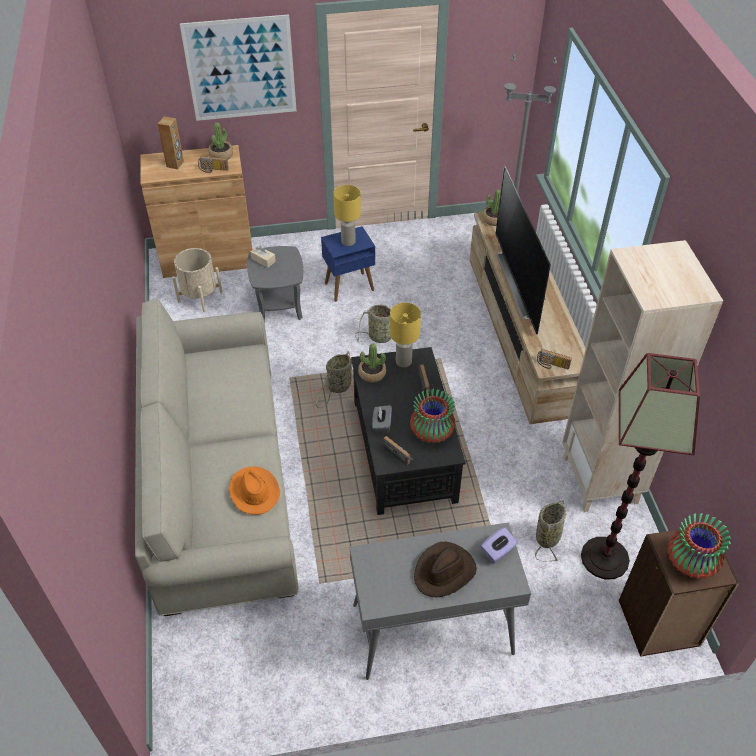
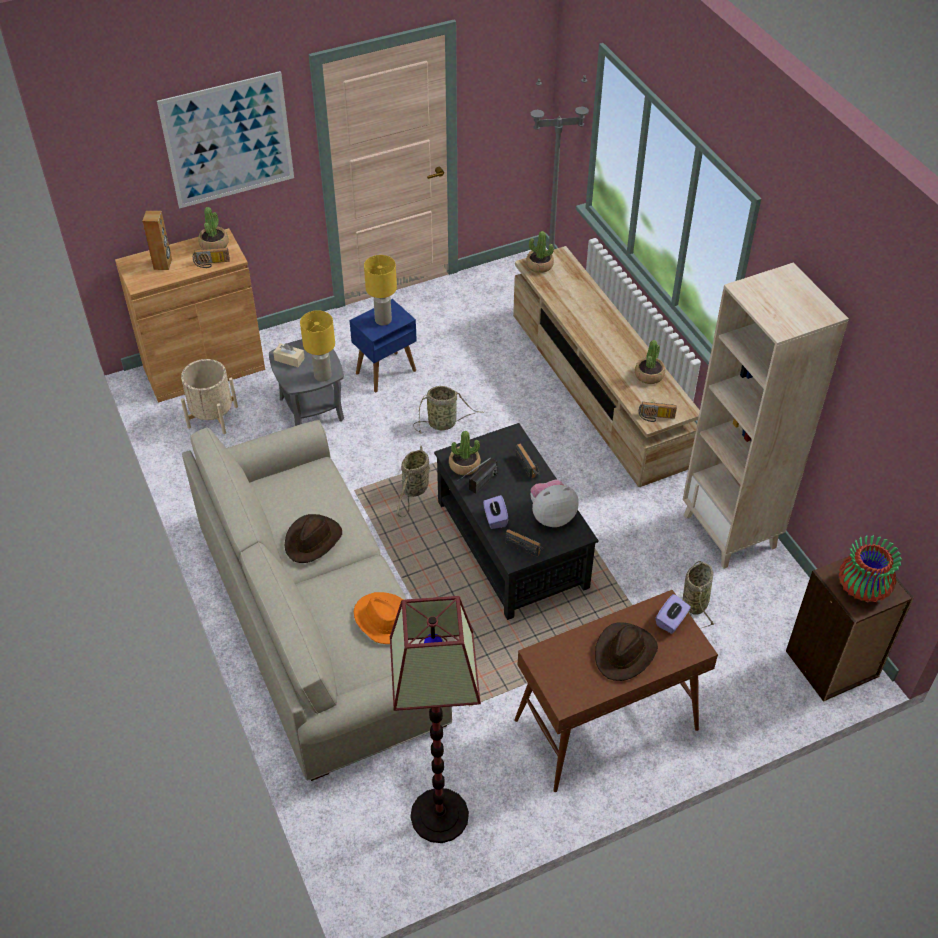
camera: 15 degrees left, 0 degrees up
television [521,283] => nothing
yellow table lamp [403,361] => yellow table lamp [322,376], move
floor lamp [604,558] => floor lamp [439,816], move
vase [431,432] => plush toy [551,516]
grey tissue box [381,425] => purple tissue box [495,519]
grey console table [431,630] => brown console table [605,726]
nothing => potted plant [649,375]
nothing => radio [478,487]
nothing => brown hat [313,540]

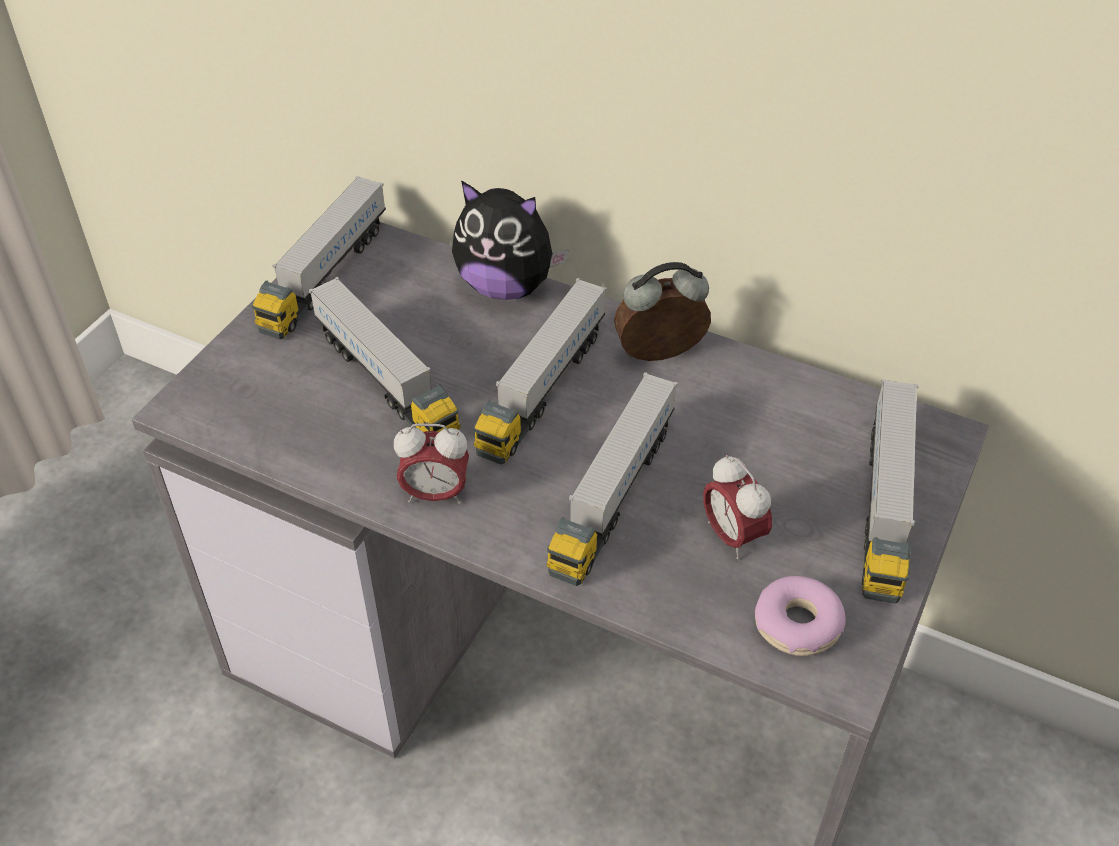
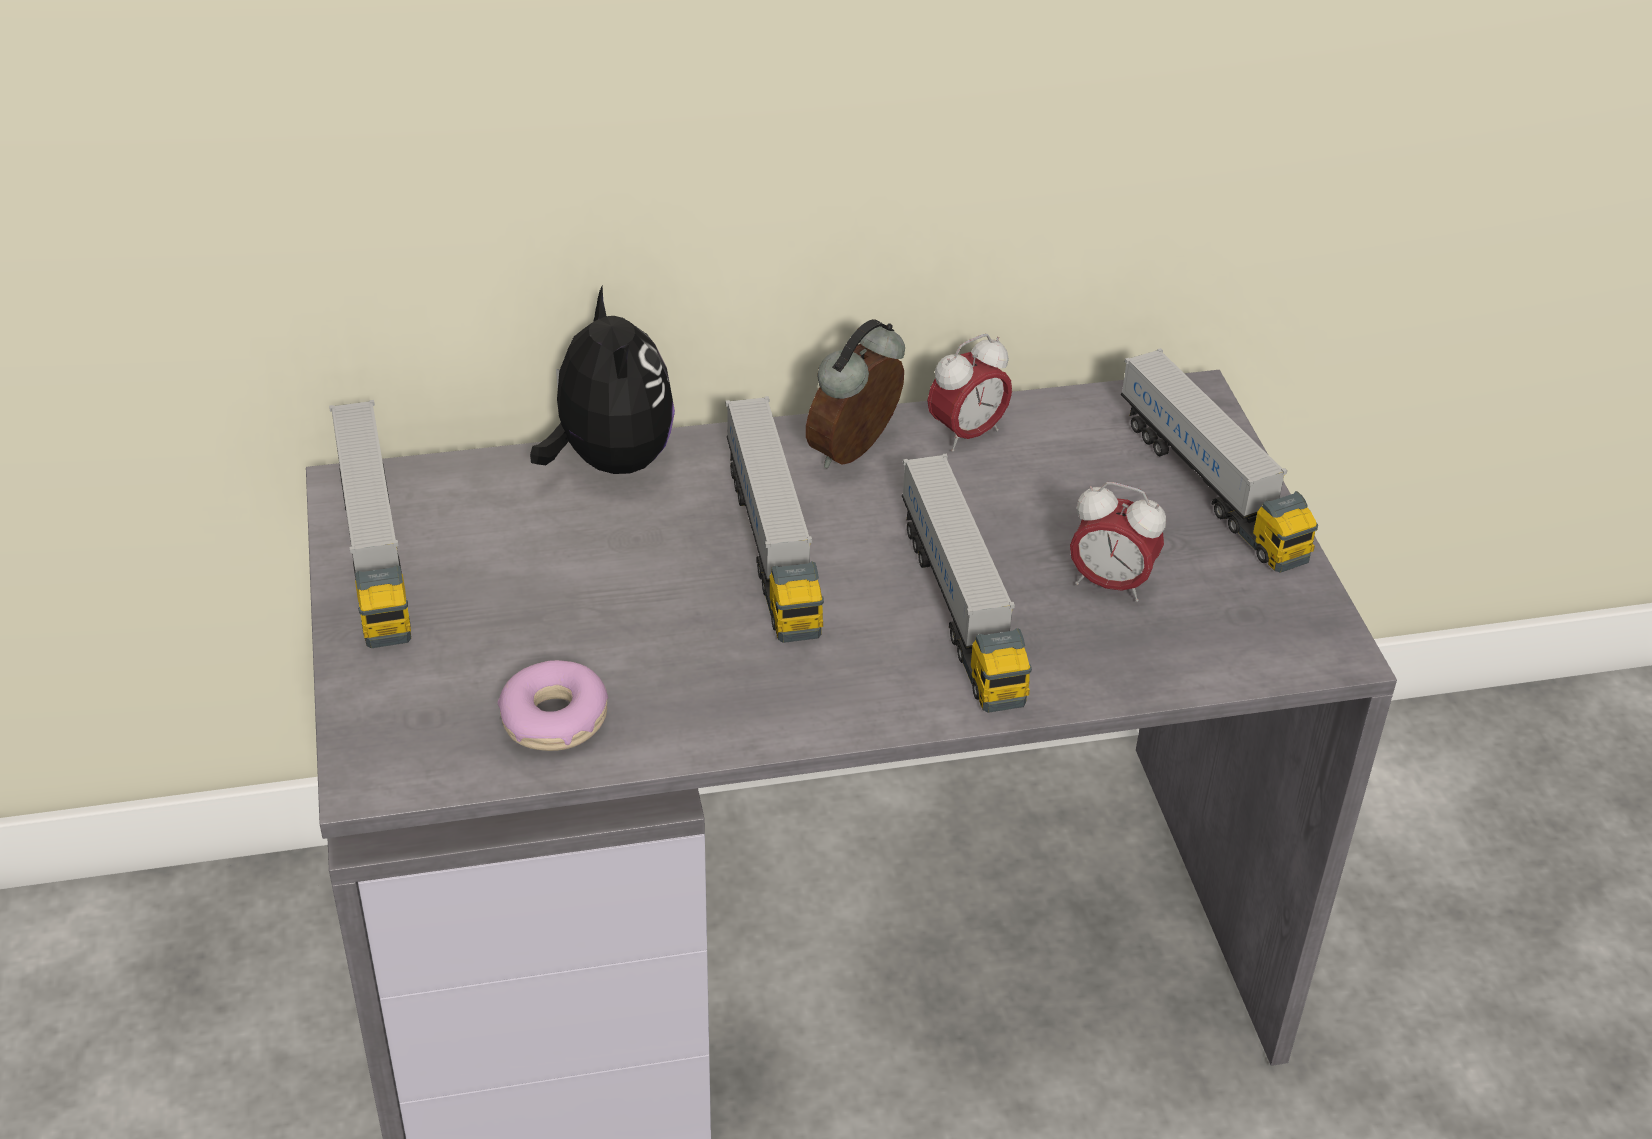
camera: 40 degrees left, 5 degrees down
plush toy [506,286] => plush toy [608,460], 90 degrees counterclockwise
toy truck [386,382] => nothing
alarm clock [435,494] => alarm clock [966,434], move
donut [797,625] => donut [555,720], move

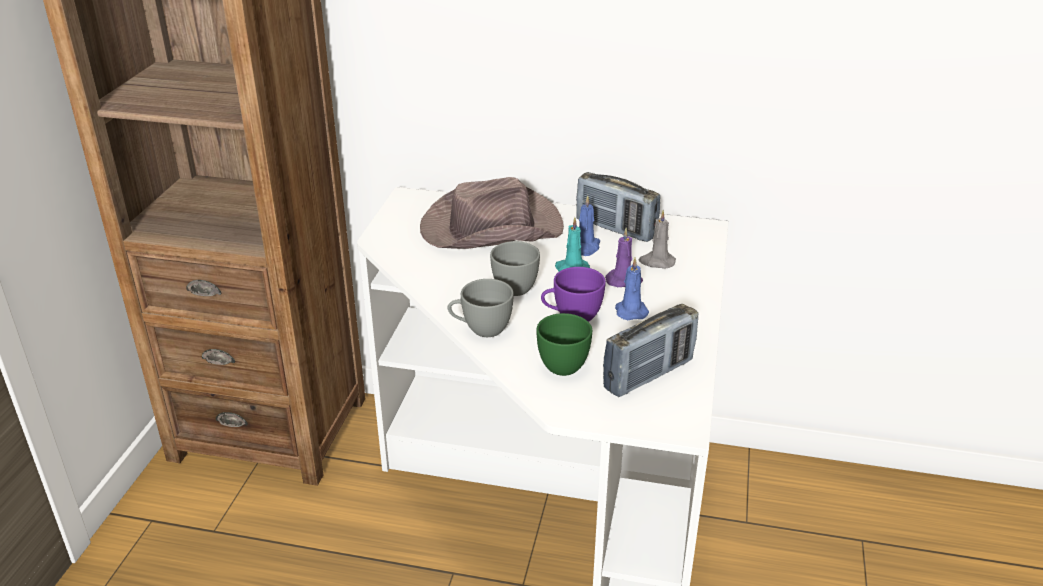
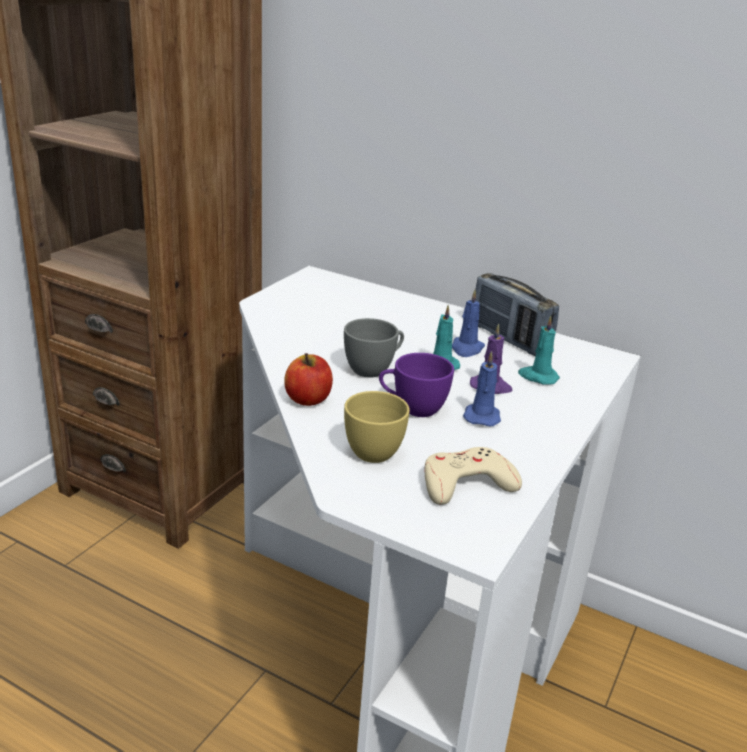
camera: 15 degrees right, 5 degrees down
brown hat [489,227] => nothing
grey candle [656,262] => turquoise candle [537,377]
grey cup [481,329] => apple [308,399]
radio [648,375] => beige game controller [466,483]
green cup [565,362] => yellow cup [377,449]

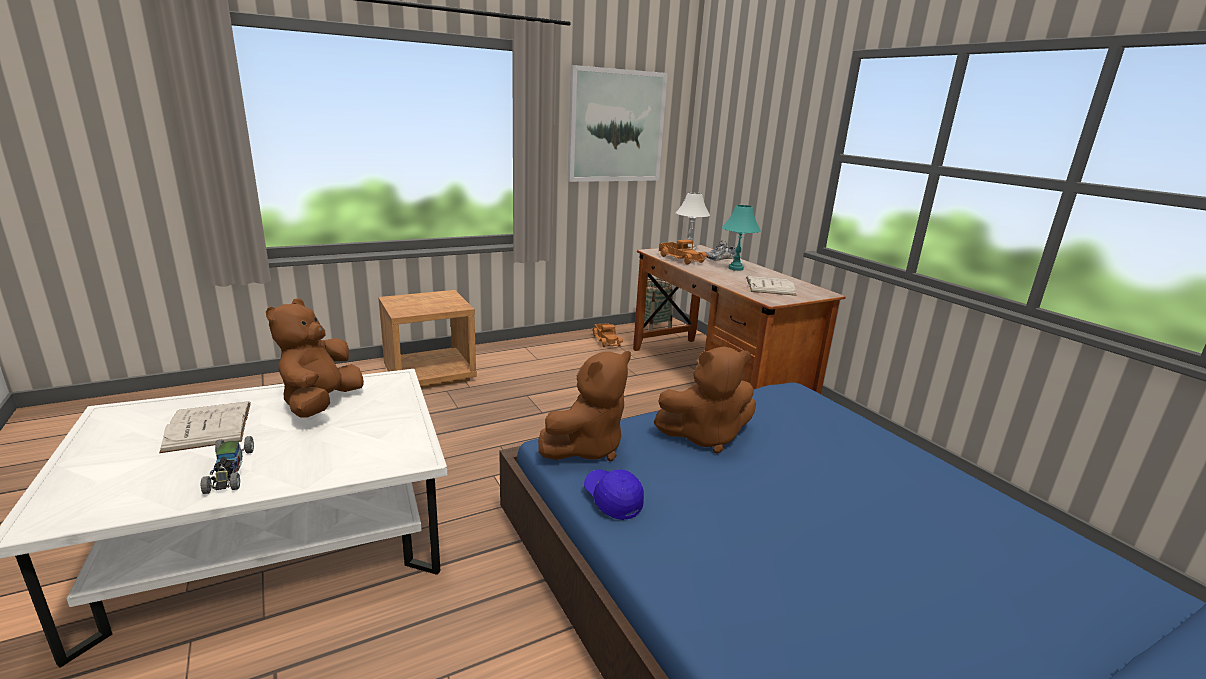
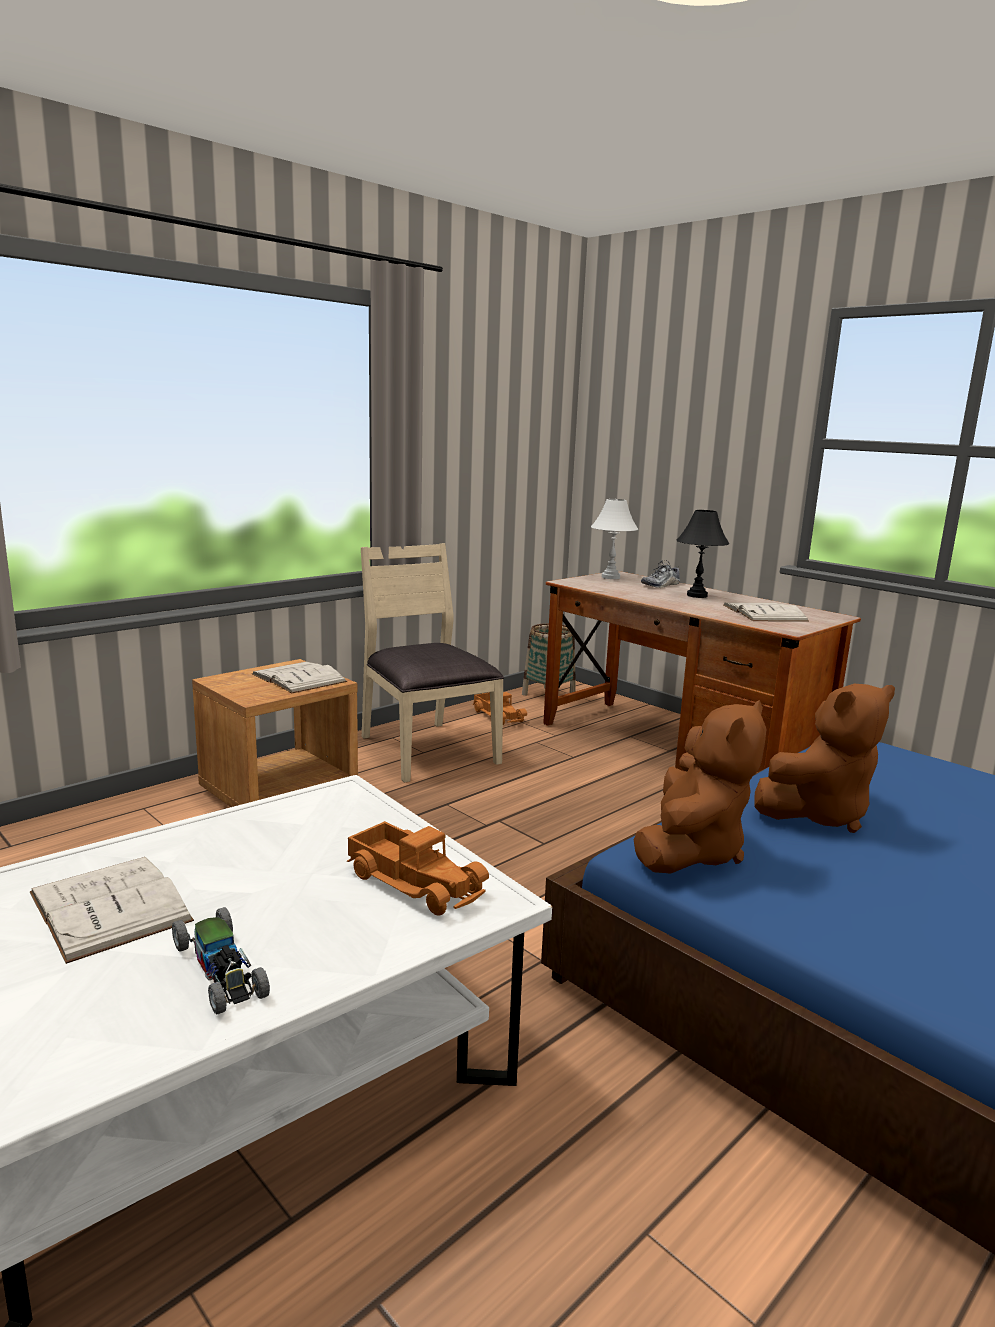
camera: 15 degrees left, 5 degrees down
picture [616,126] => nothing
turquoise table lamp [736,268] => black table lamp [697,595]
toy truck [681,259] => toy truck [416,881], move
brown plush toy [321,404] => nothing
blue cap [612,500] => nothing
nothing => beige chair [426,749]
nothing => white book [299,678]

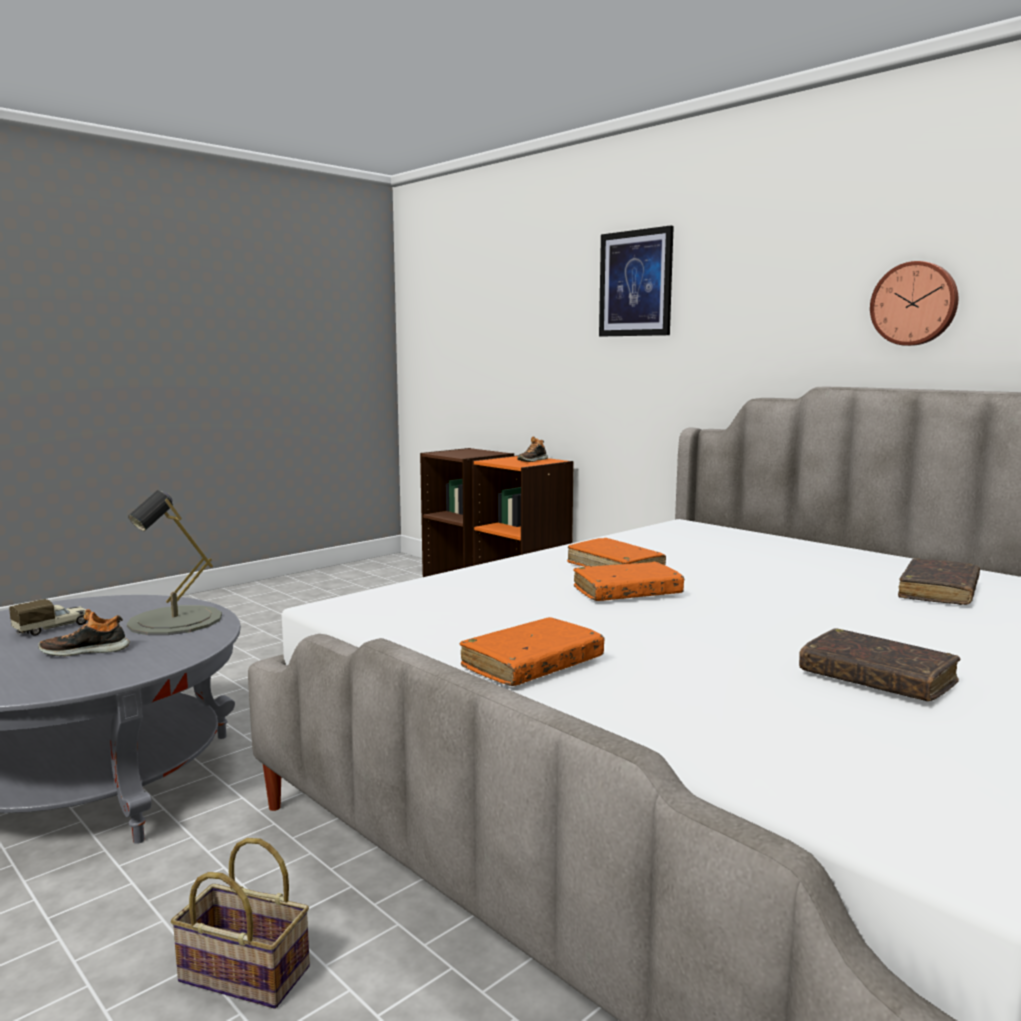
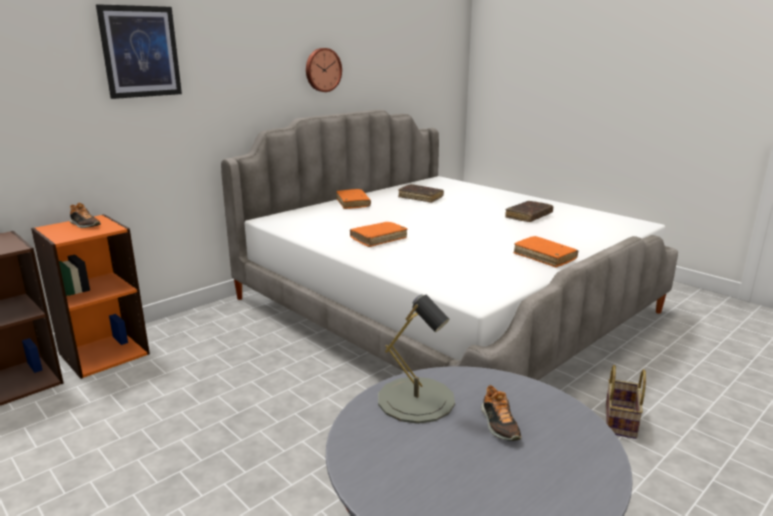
camera: 90 degrees left, 10 degrees up
orange book [627,593] => orange book [353,203], move
toy truck [54,628] => nothing

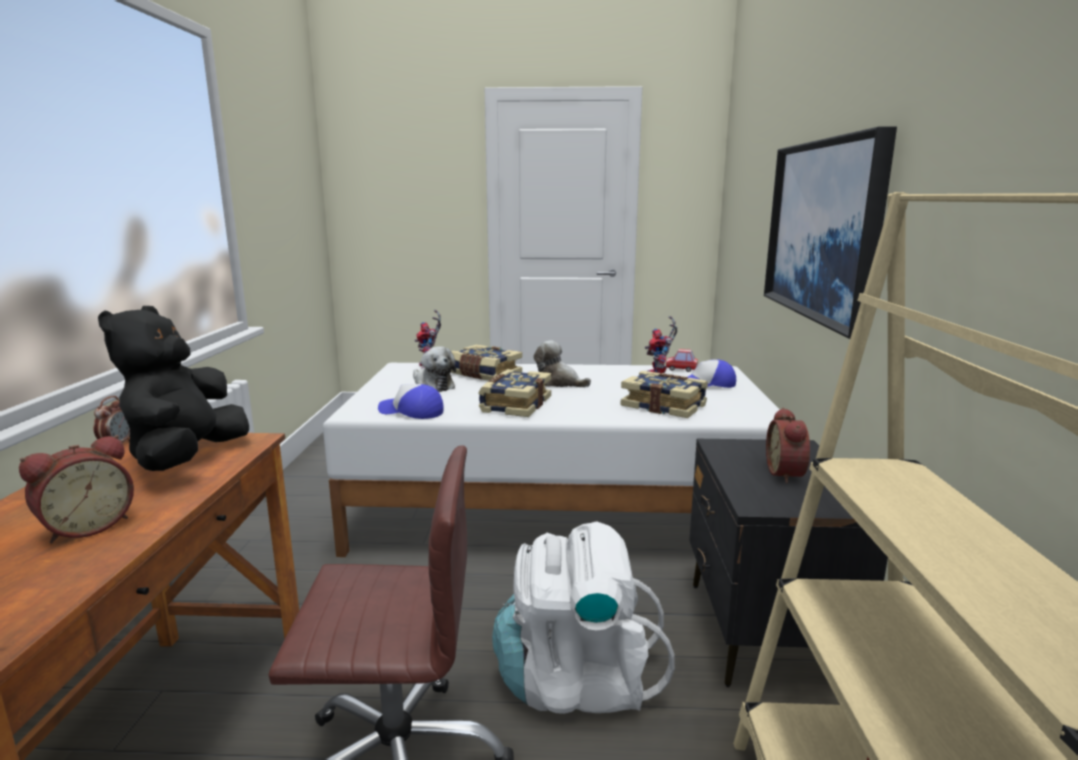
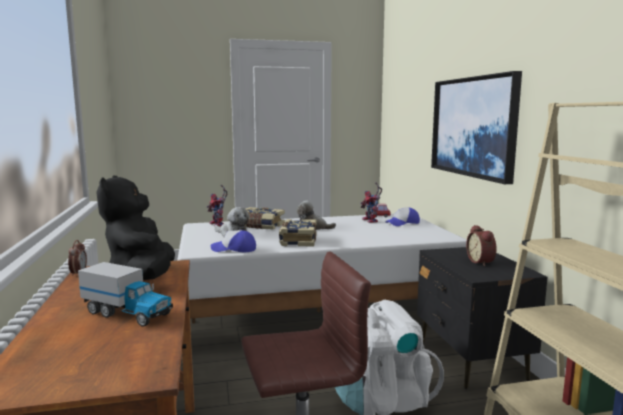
camera: 15 degrees left, 5 degrees down
book [664,406] => nothing
alarm clock [87,527] => toy truck [128,314]

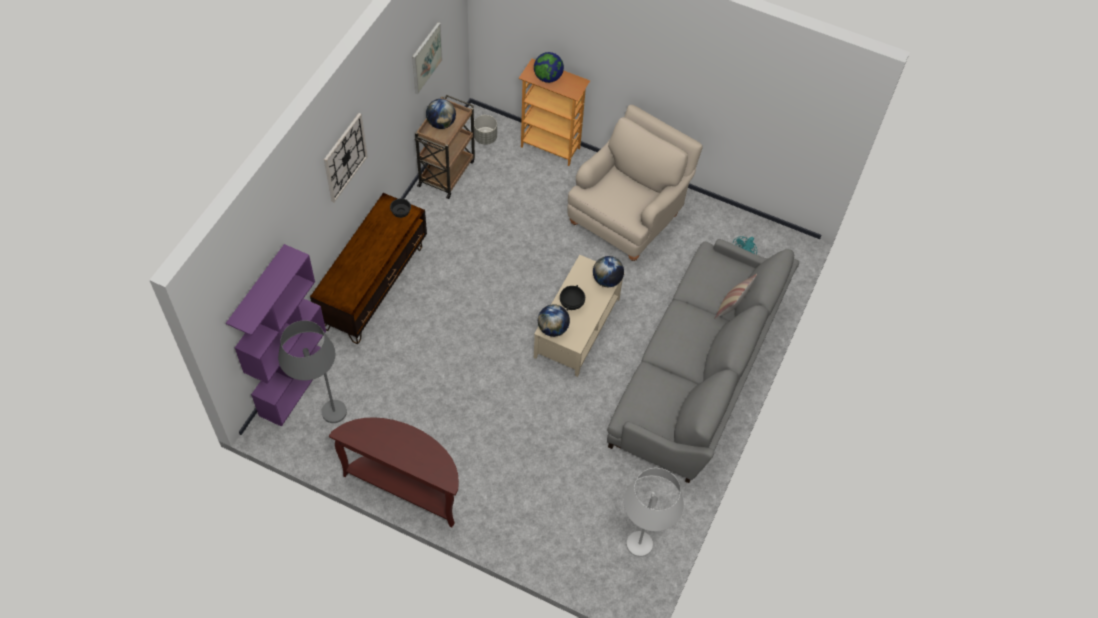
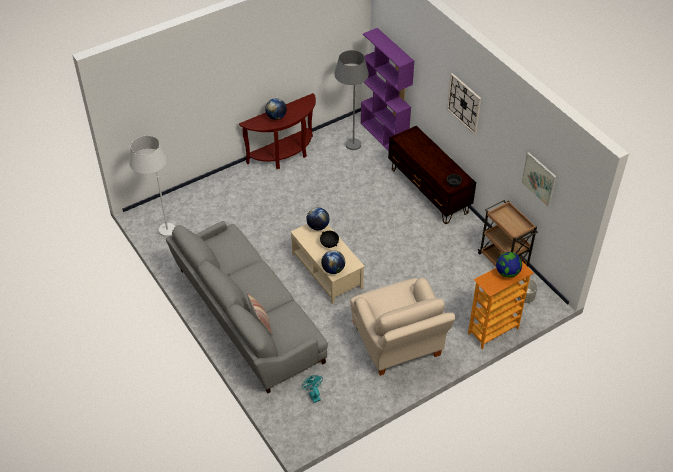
camera: 125 degrees right, 10 degrees down
globe [441,123] => globe [276,117], move

